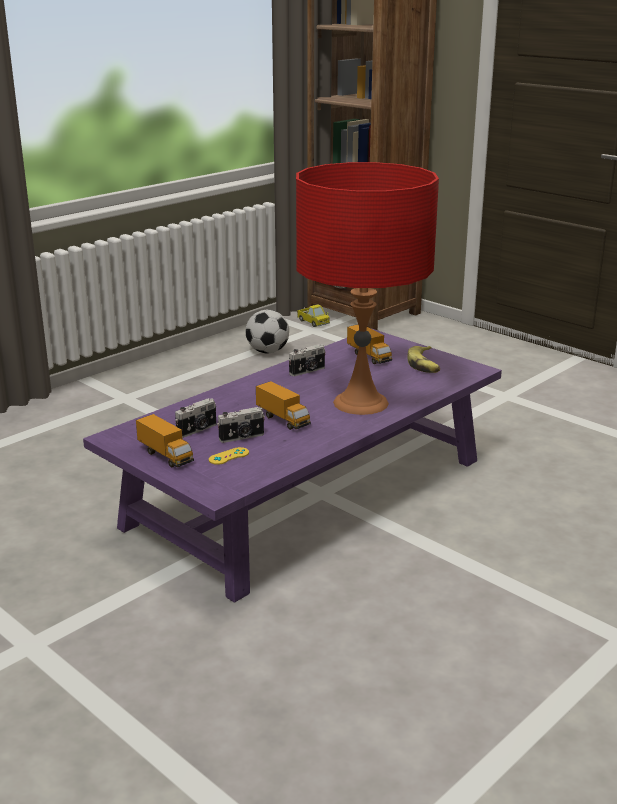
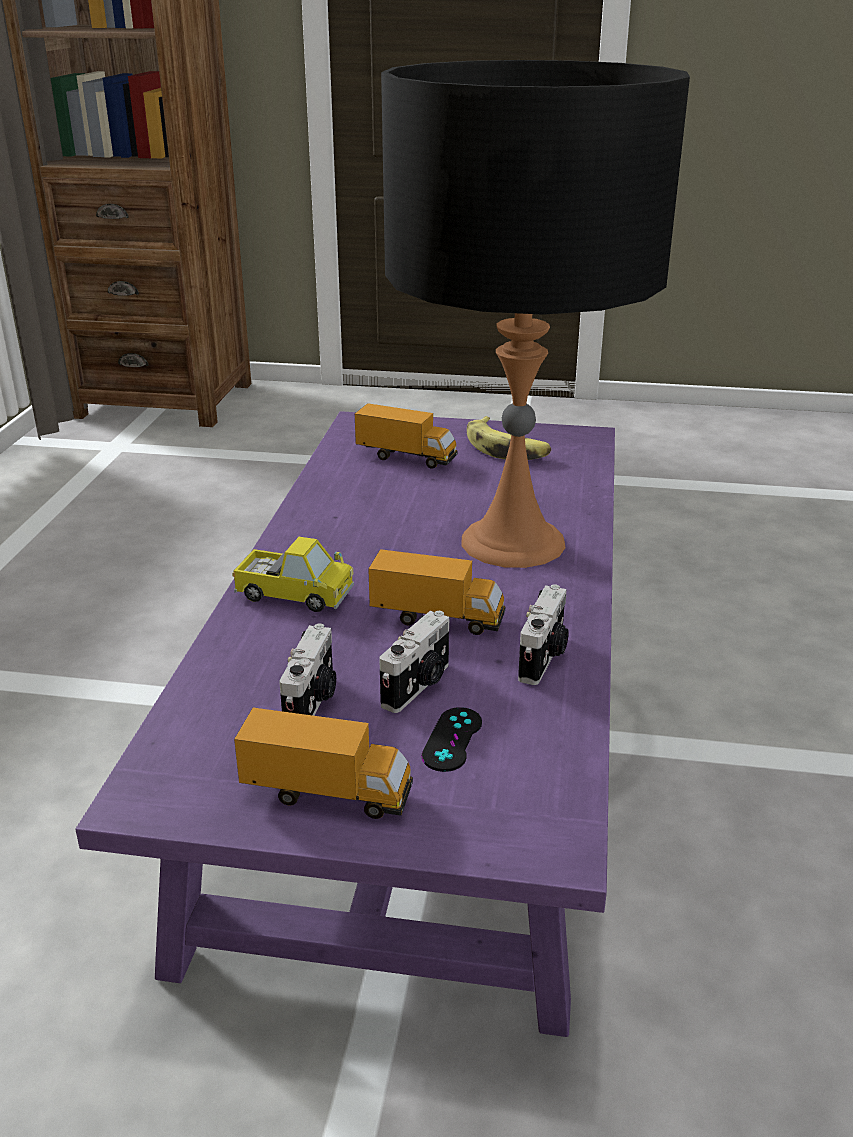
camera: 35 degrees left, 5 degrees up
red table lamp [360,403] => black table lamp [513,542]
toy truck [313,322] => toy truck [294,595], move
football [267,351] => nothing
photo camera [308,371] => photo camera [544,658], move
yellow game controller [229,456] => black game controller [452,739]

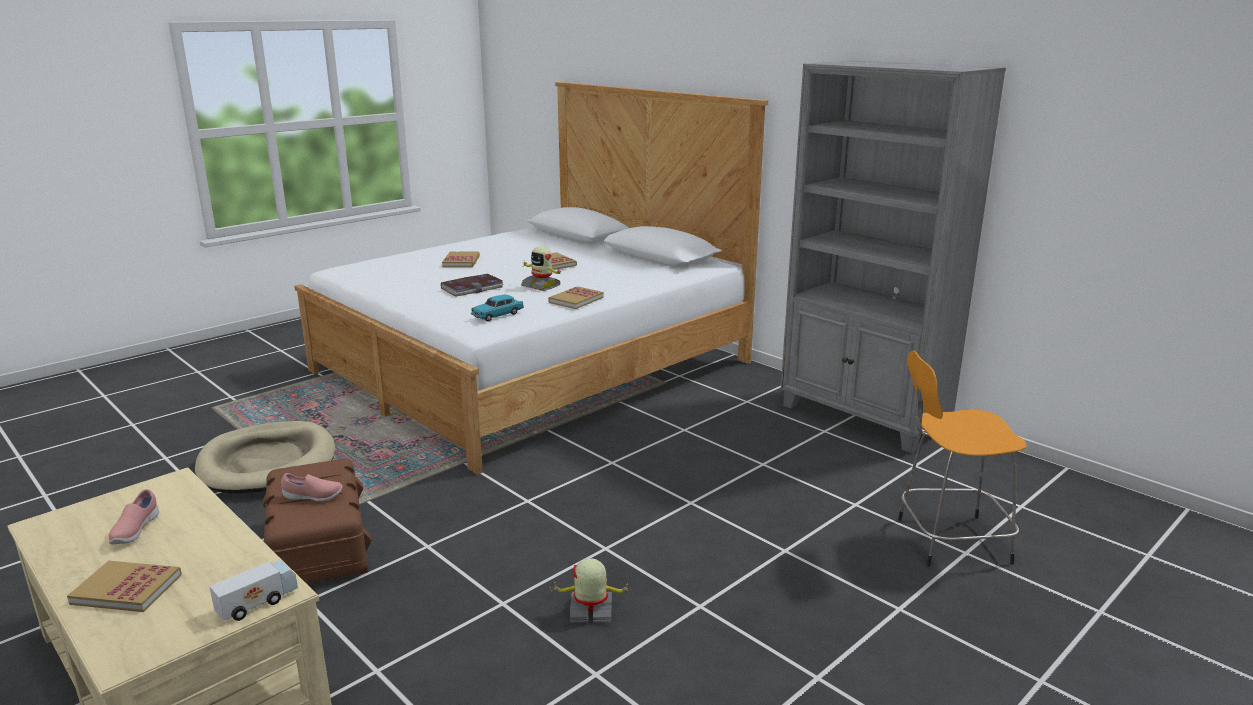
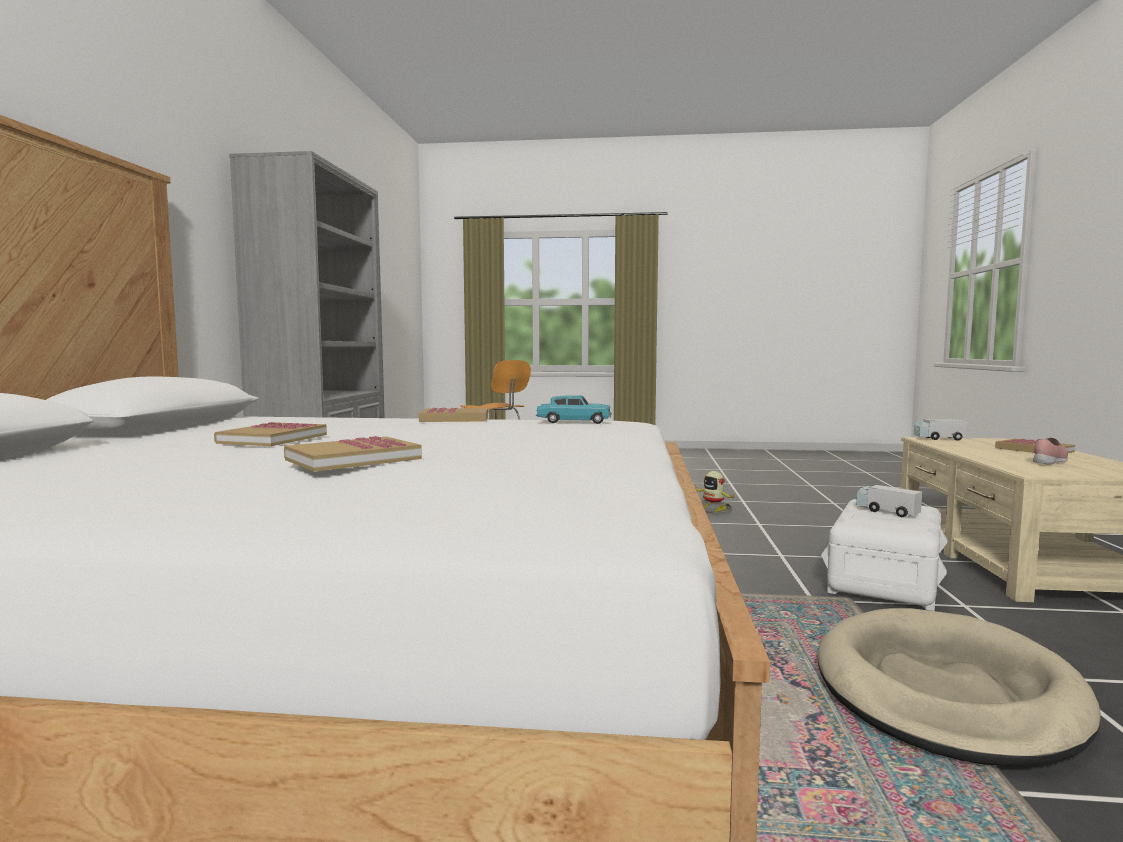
camera: 130 degrees left, 15 degrees down
toy robot [541,286] => nothing
book [472,288] => nothing
brown storage box [318,548] => white storage box [885,581]
pink shoe [313,497] => toy truck [887,512]

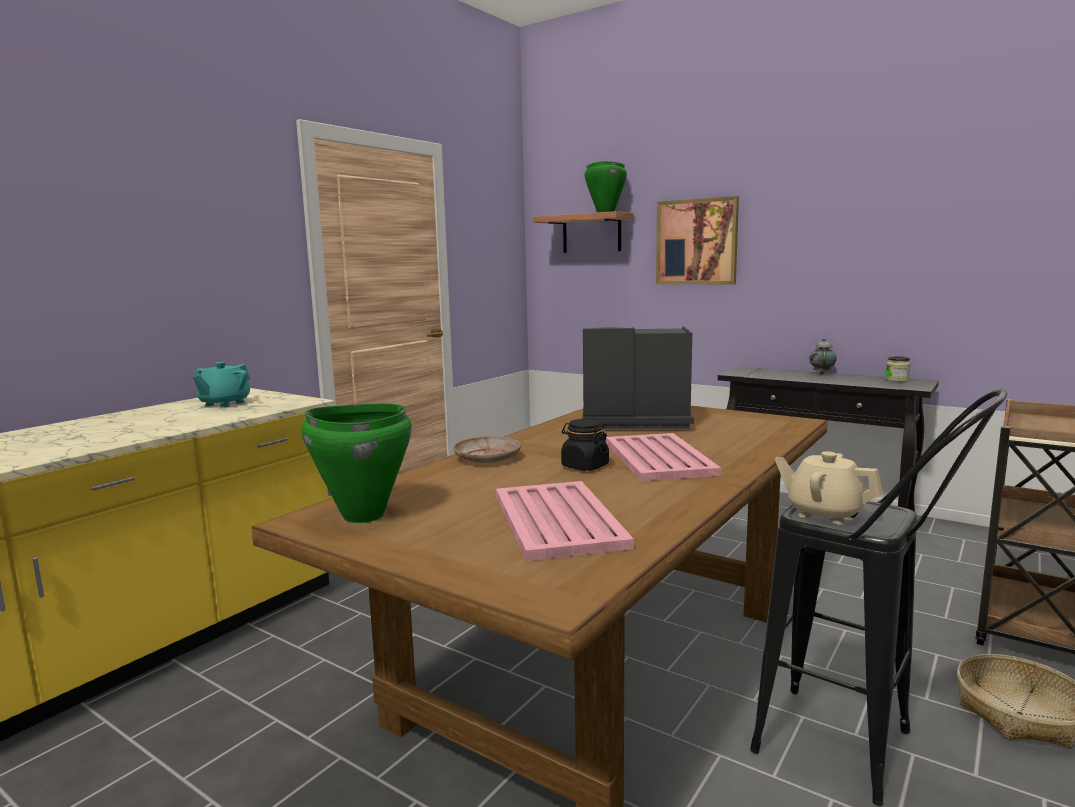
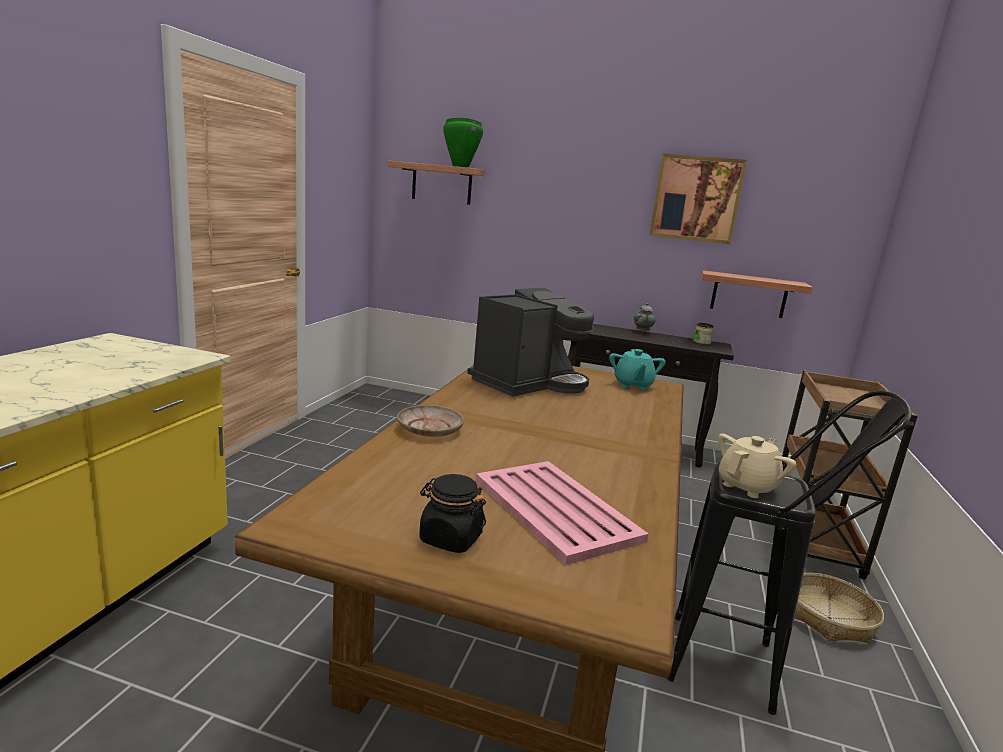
camera: 20 degrees left, 5 degrees up
picture [696,242] => picture [696,199], move
coffee machine [631,421] => coffee machine [529,383], 150 degrees clockwise
turquoise teapot [224,404] => turquoise teapot [632,385], move
green cooking pot [362,515] => nothing
black jar [584,466] => black jar [450,538], move
pink tray [658,457] => nothing
beige teapot [824,513] => beige teapot [747,486], 120 degrees clockwise
nothing => shelf [749,294]

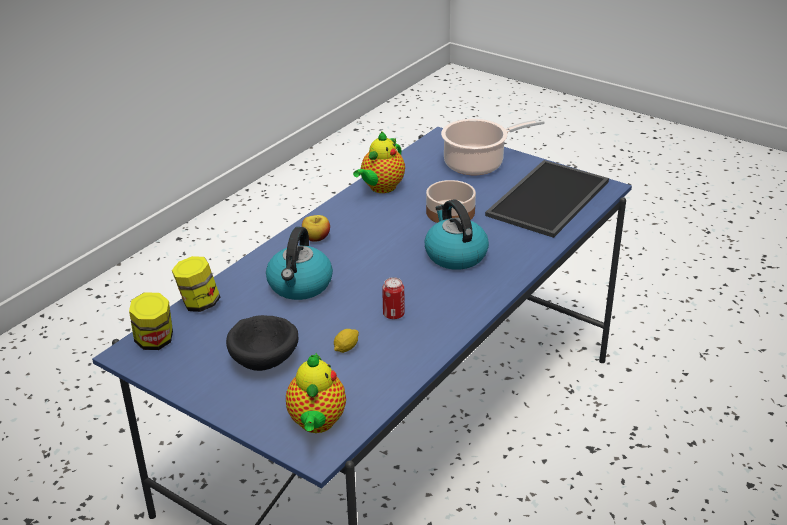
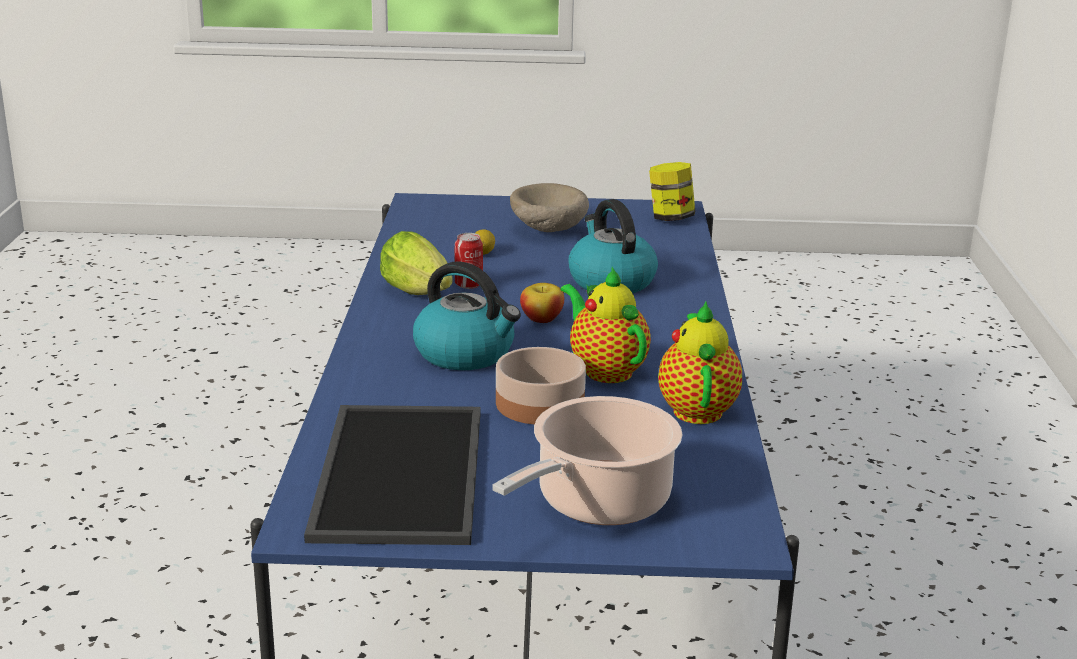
camera: 145 degrees right, 10 degrees down
apple [316,238] => apple [541,319], move
jar [199,304] => nothing
black bowl [266,360] => beige bowl [547,230]
teapot [316,424] => teapot [605,370], move
nothing => lettuce [420,294]

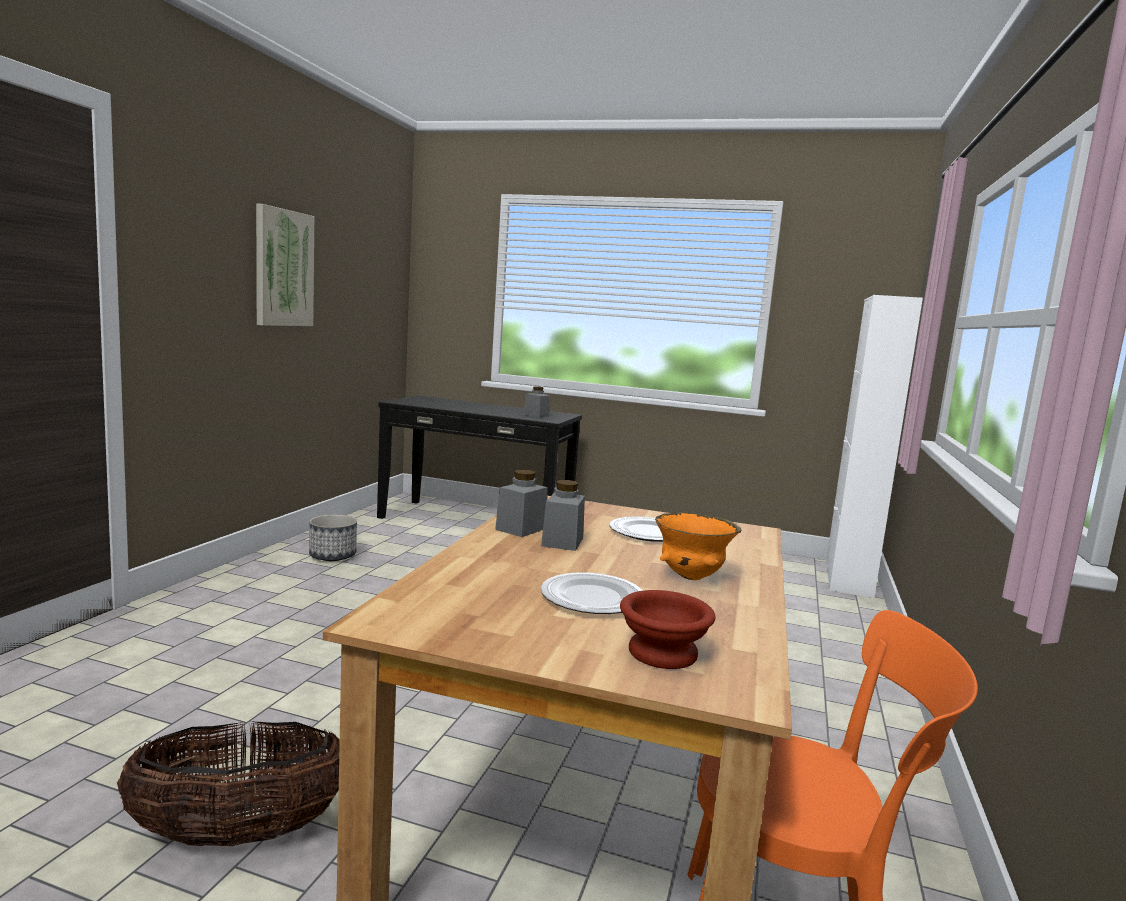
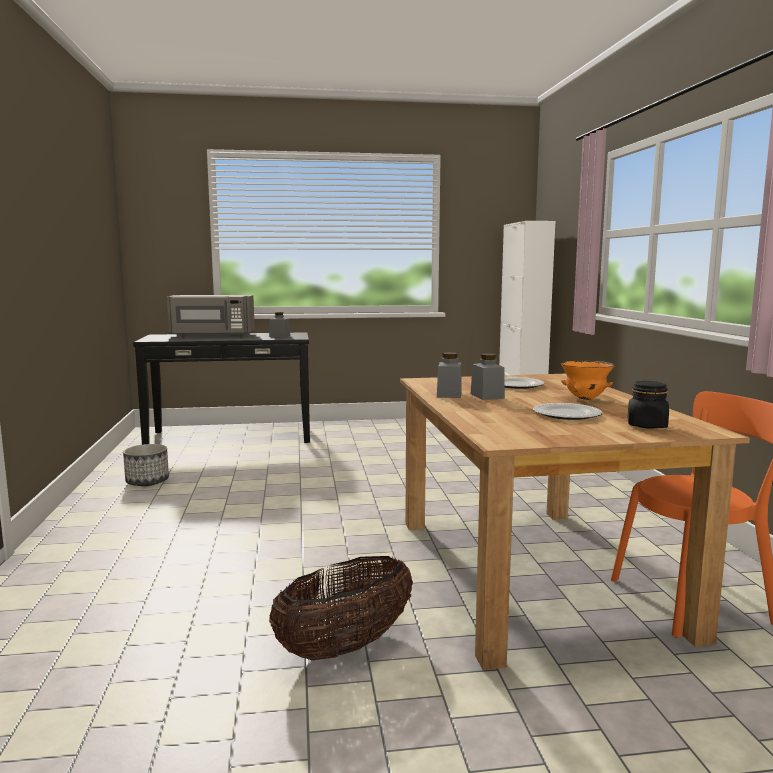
camera: 25 degrees left, 0 degrees up
picture [283,268] => nothing
brown bowl [662,651] => black jar [647,425]
nothing => grey microwave [212,335]

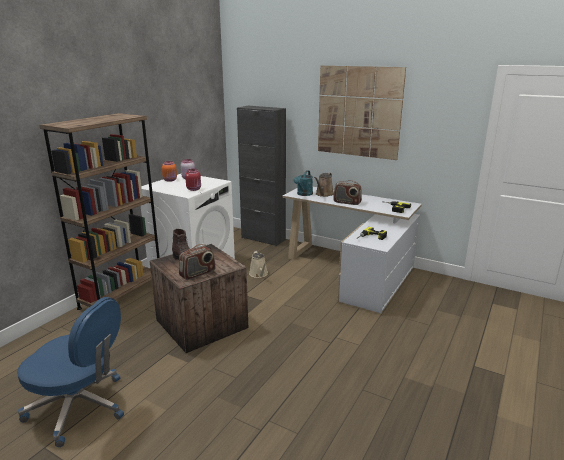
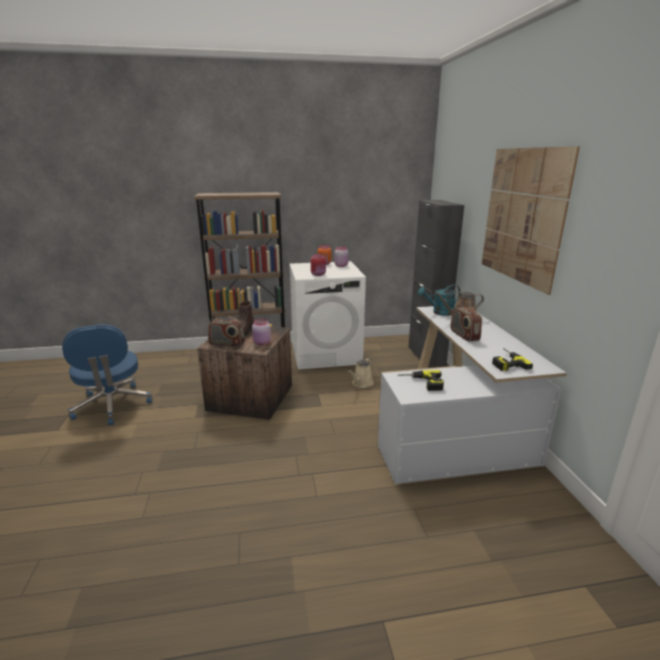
camera: 50 degrees right, 0 degrees up
nothing => pink jar [262,343]

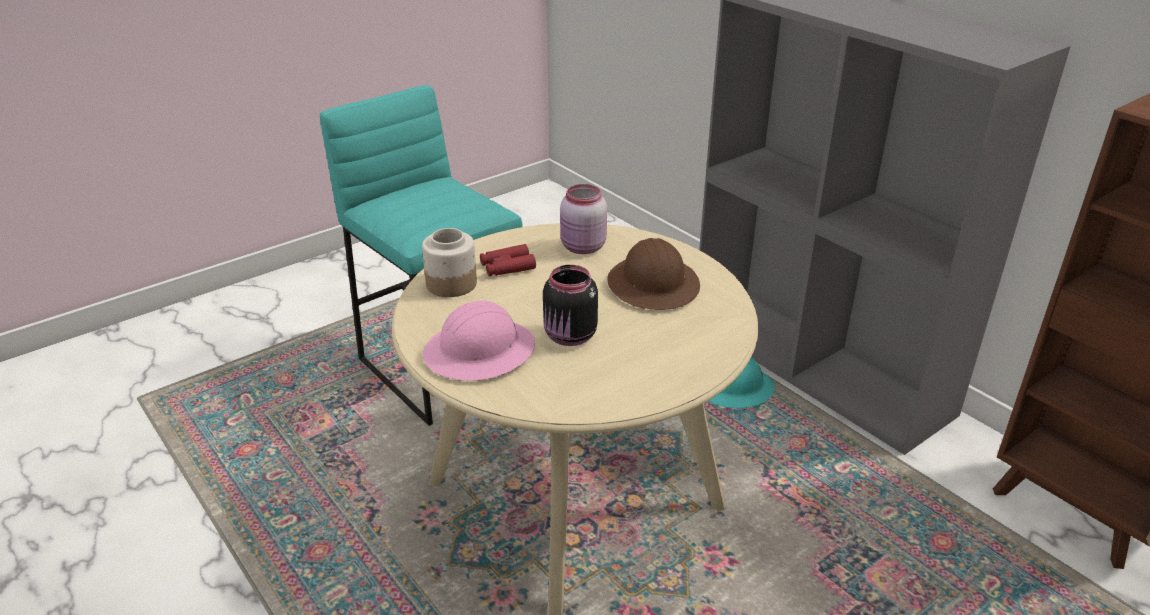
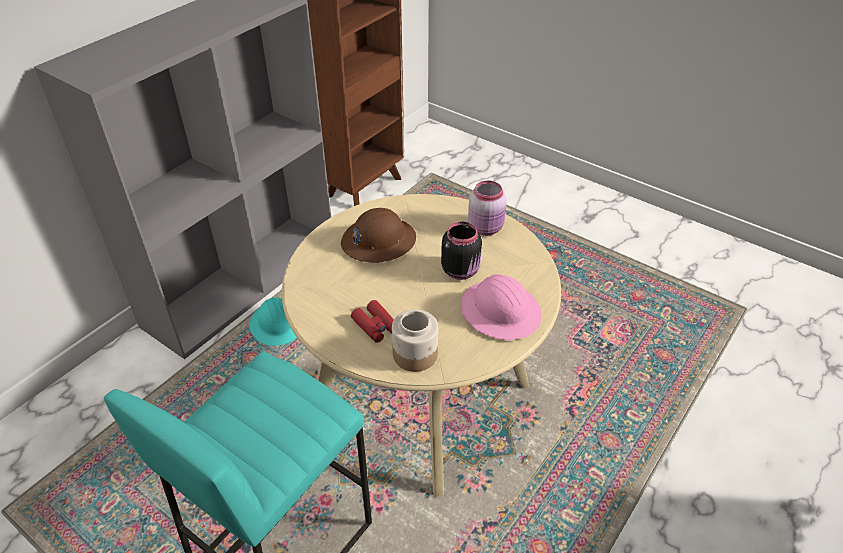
camera: 105 degrees left, 10 degrees up
pink jar [582,248] => pink jar [486,227], move

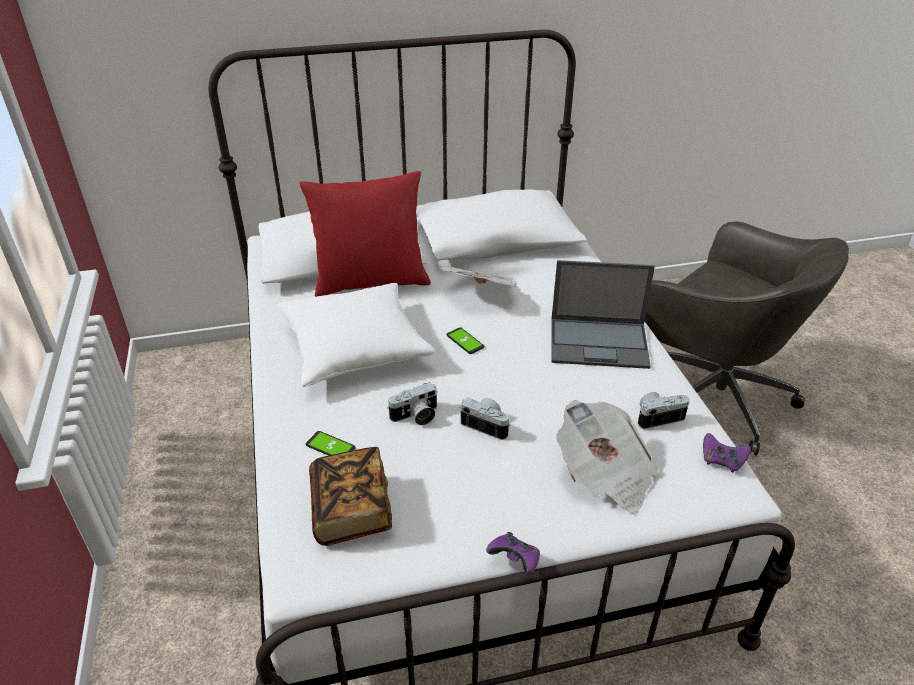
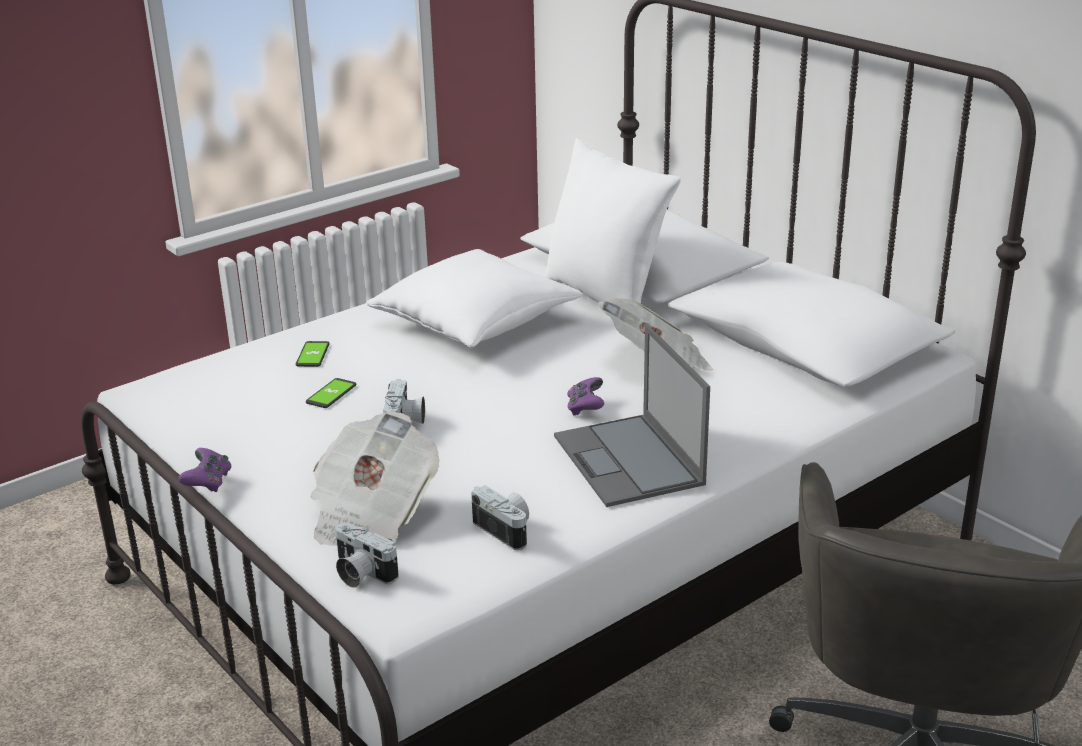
camera: 65 degrees right, 10 degrees down
red pillow [371,282] => white pillow [606,297]
phone [465,341] => phone [331,394], move
photo camera [416,416] => photo camera [360,573], move
purple game controller [721,461] => purple game controller [585,408], move
book [351,510] => nothing

